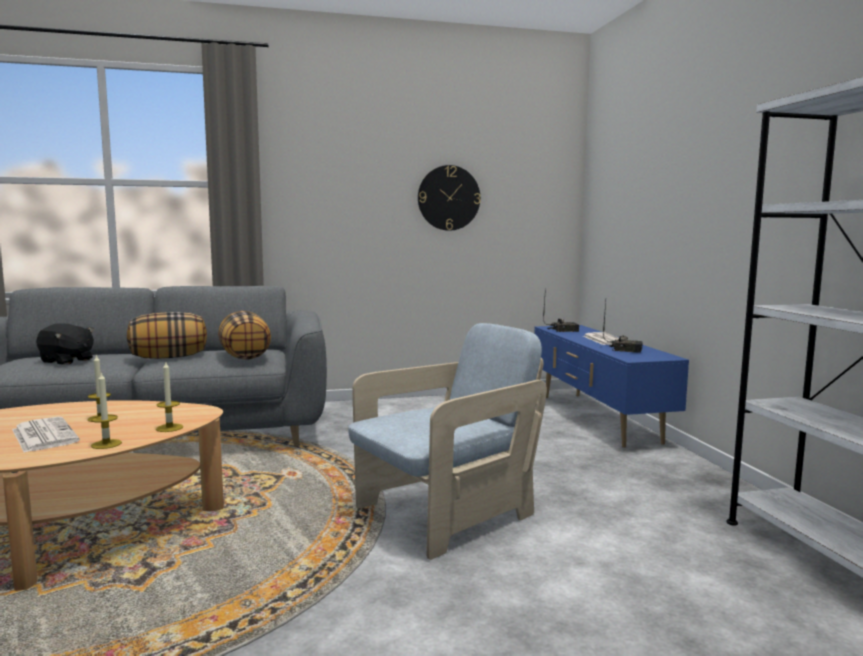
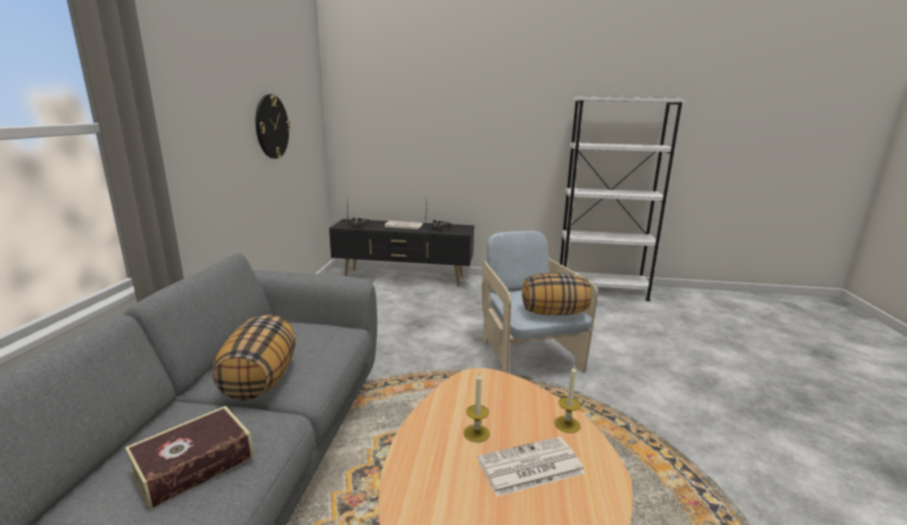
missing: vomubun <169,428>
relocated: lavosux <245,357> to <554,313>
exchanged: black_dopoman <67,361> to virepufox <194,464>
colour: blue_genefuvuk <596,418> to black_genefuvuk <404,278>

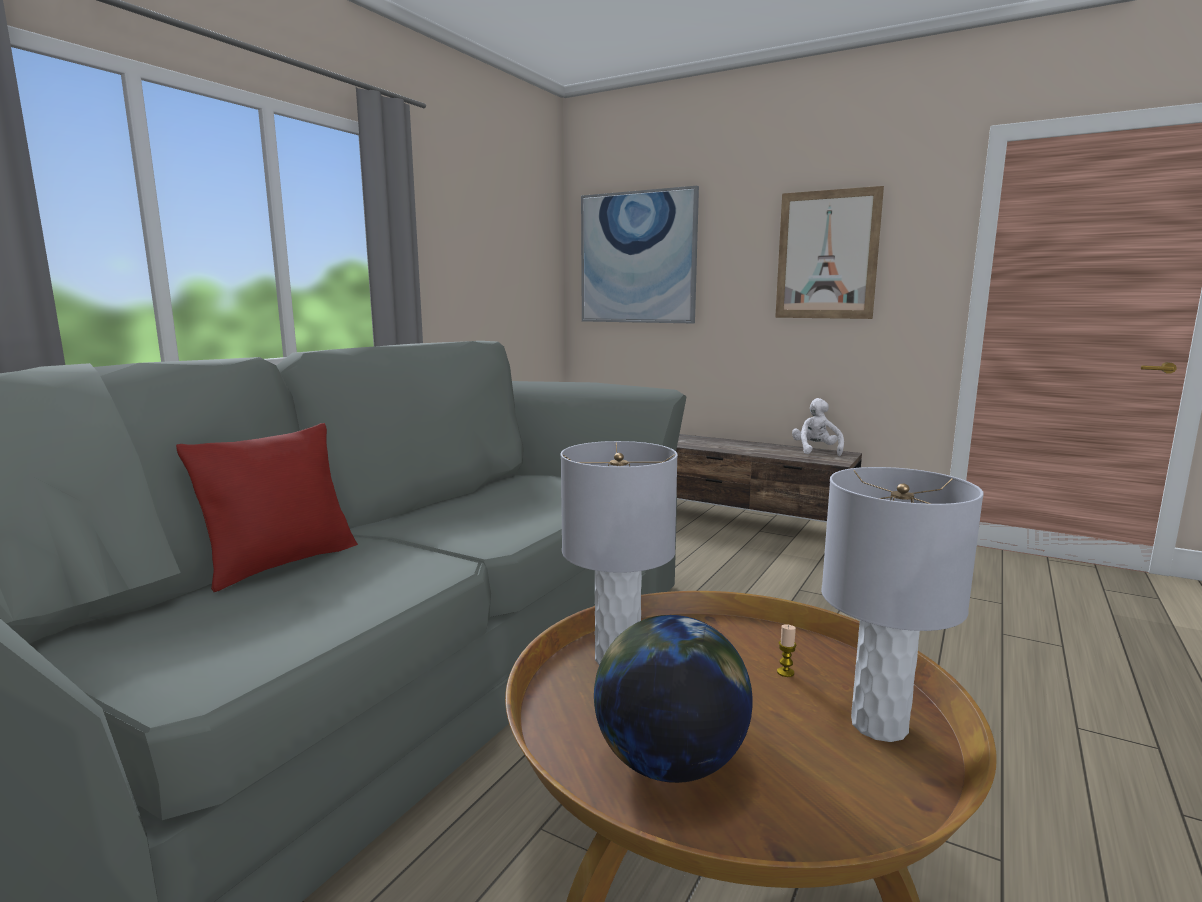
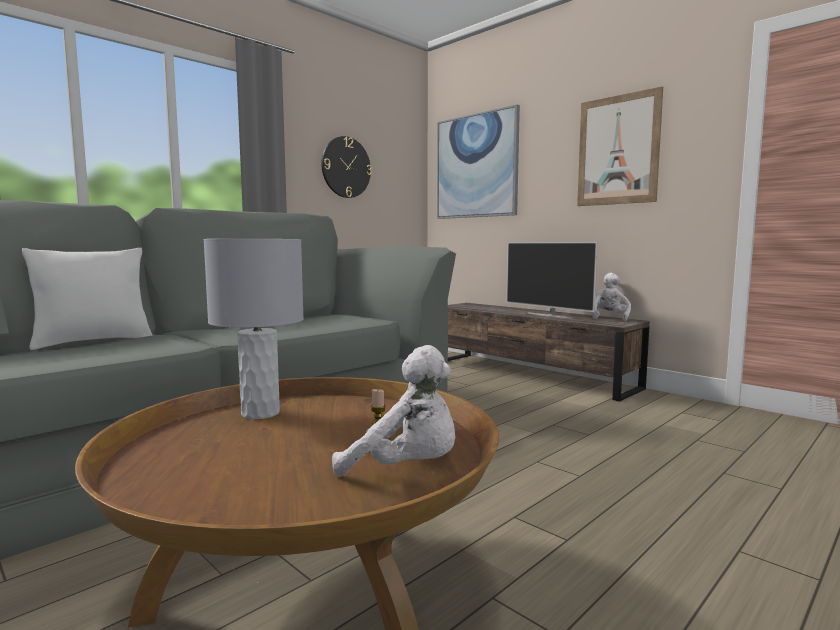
missing: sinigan <669,763>
appeared: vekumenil <346,167>; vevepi <549,315>
exchanged: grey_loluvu <880,726> to white_dopoman <407,469>
colour: red_lavosux <282,564> to white_lavosux <93,342>

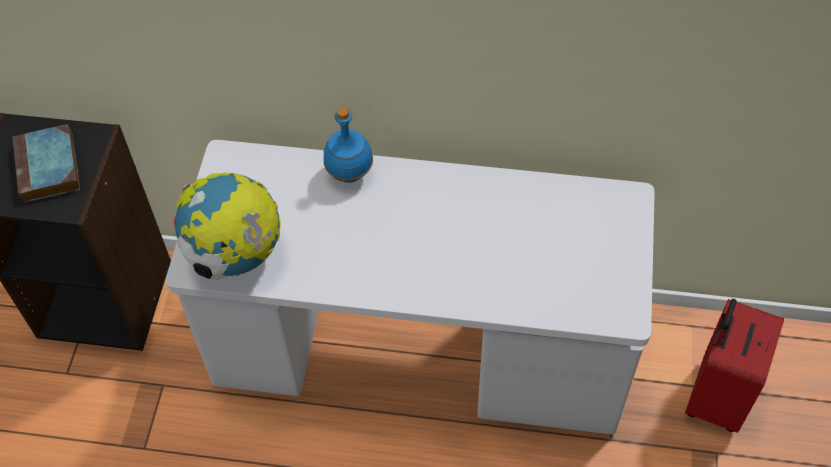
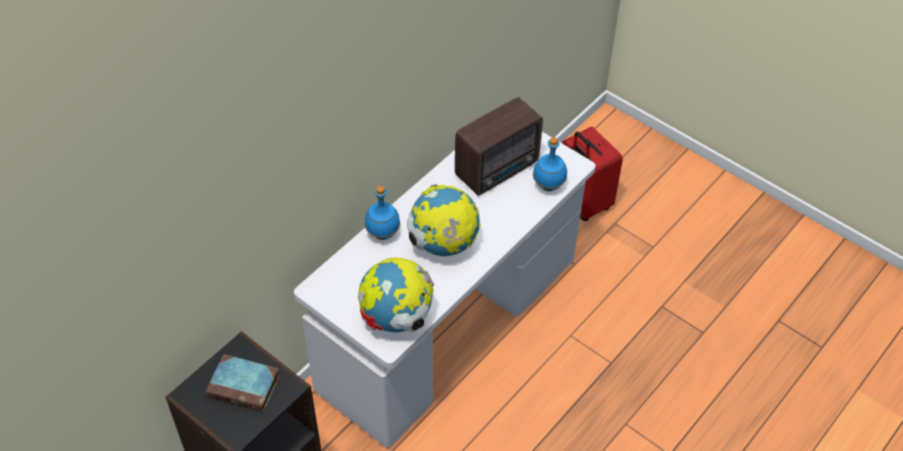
appeared: sinigan <443,244>; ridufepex <499,169>; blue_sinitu <548,186>

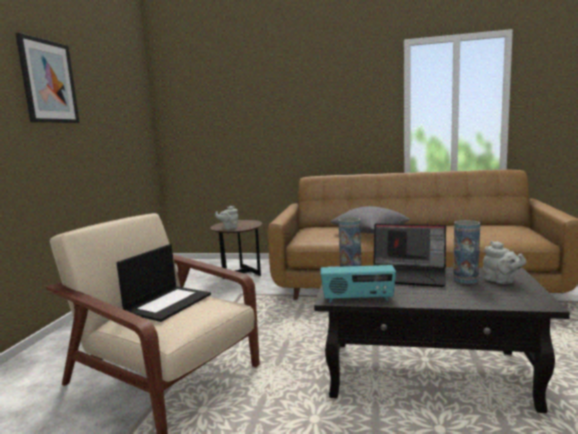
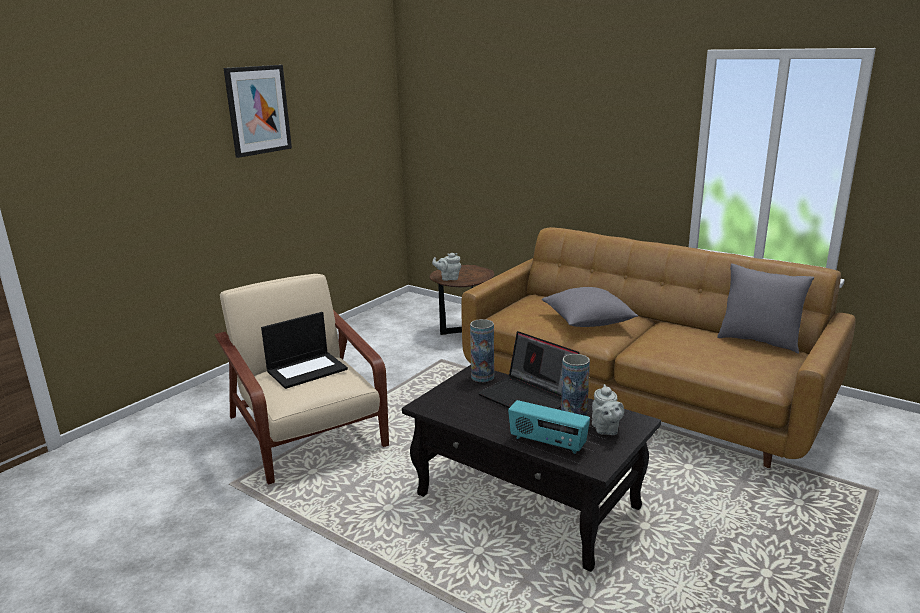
appeared: grey_lavosux <758,341>
relocated: ridufepex <358,299> to <547,443>

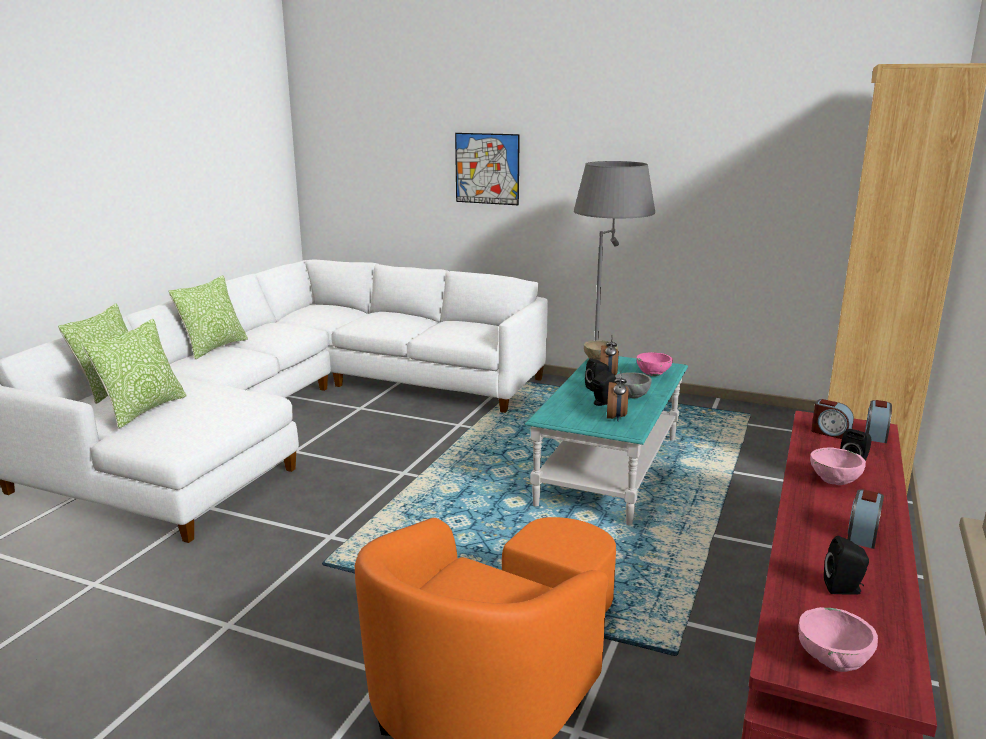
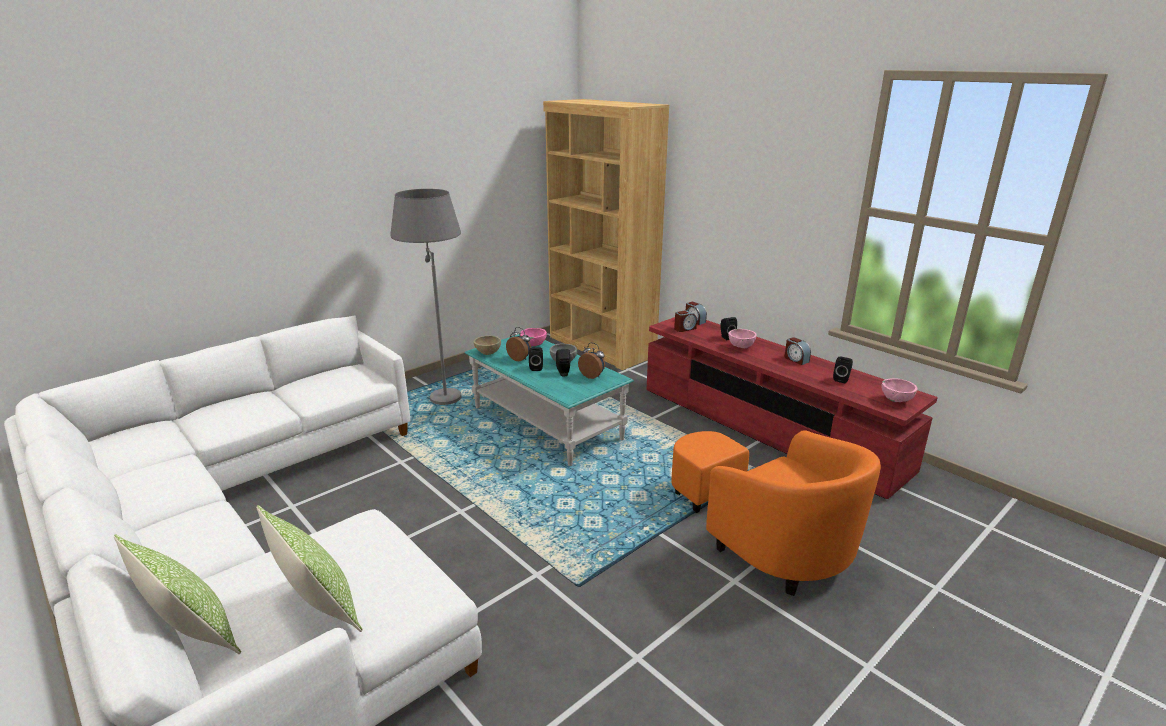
missing: lavosux <214,347>; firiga <487,168>

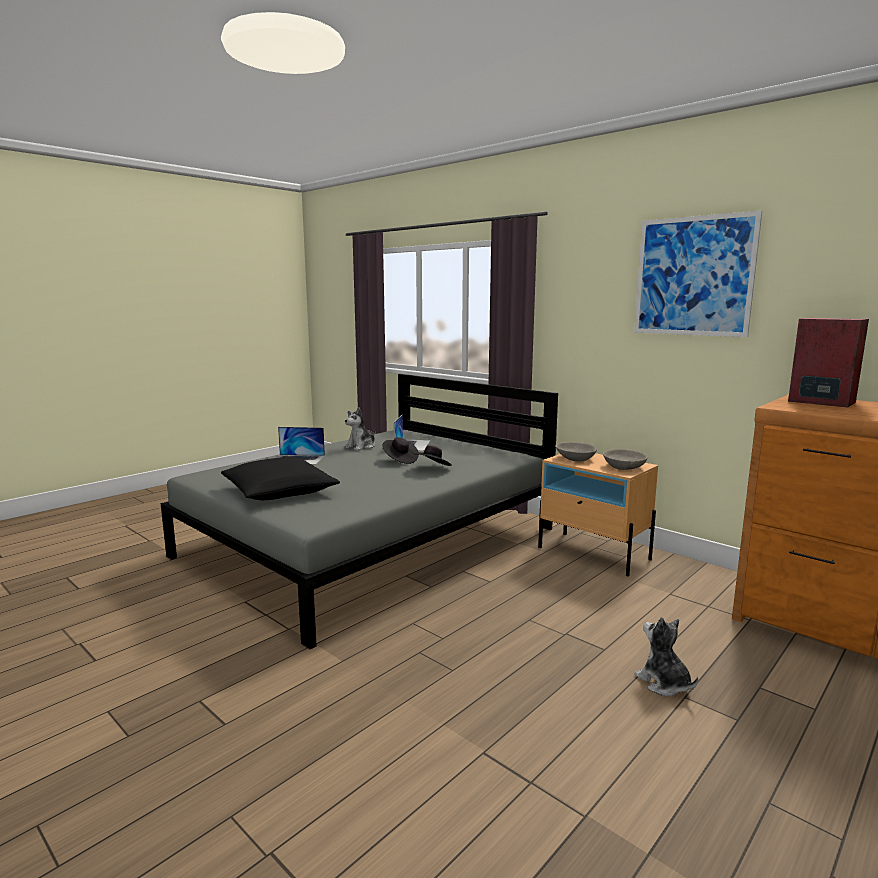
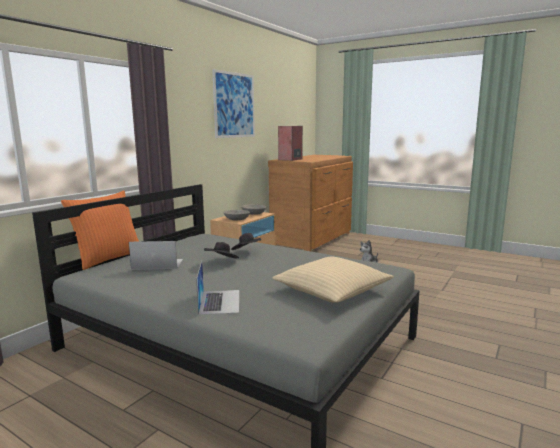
missing: dopoman <361,446>
appeared: orange_lavosux <108,258>
colour: black_lavosux <279,491> to beige_lavosux <332,290>

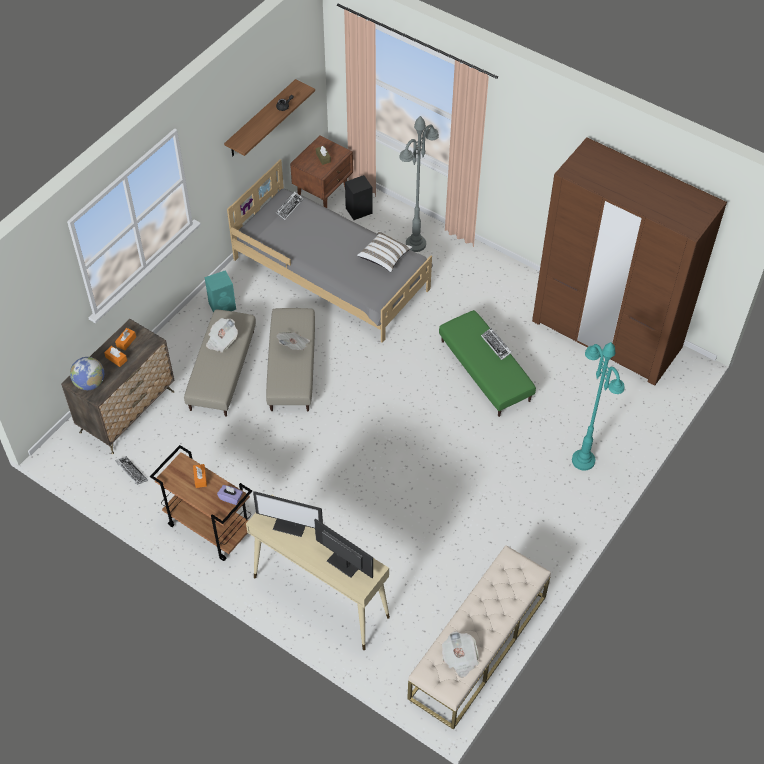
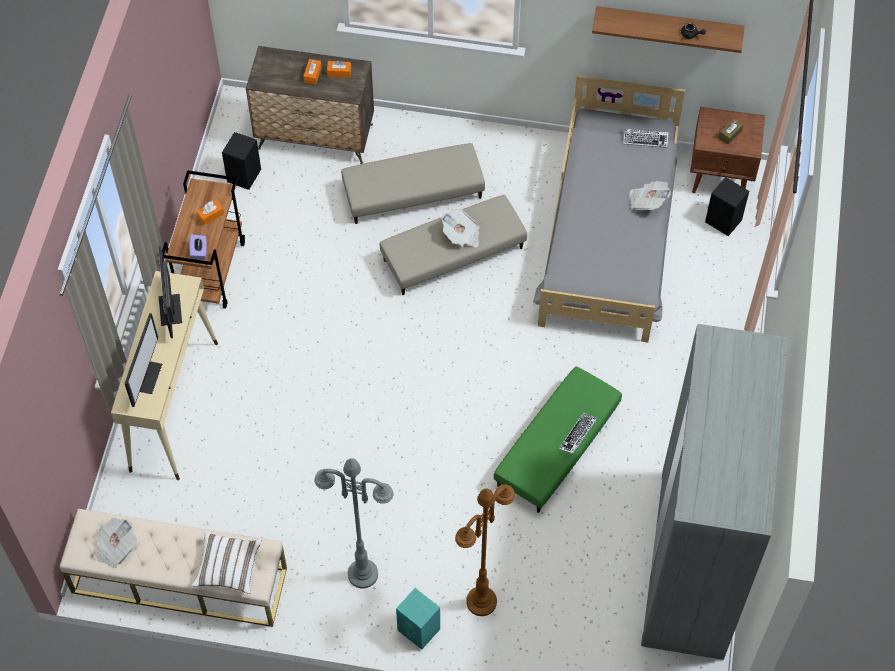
missing: sinigan <90,383>
relocated: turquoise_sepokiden <223,306> to <419,630>; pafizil <221,341> to <647,201>; white_lavosux <384,257> to <228,567>; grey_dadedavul <415,244> to <362,574>
exchanged: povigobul <131,472> to black_sepokiden <244,175>
colour: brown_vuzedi <606,334> to grey_vuzedi <692,562>; turquoise_dadedavul <583,461> to brown_dadedavul <481,602>

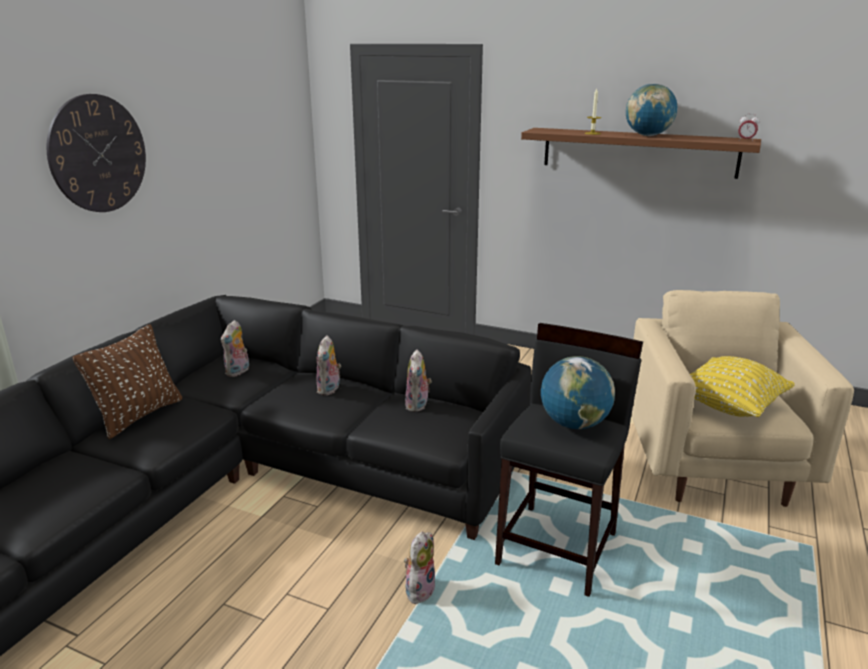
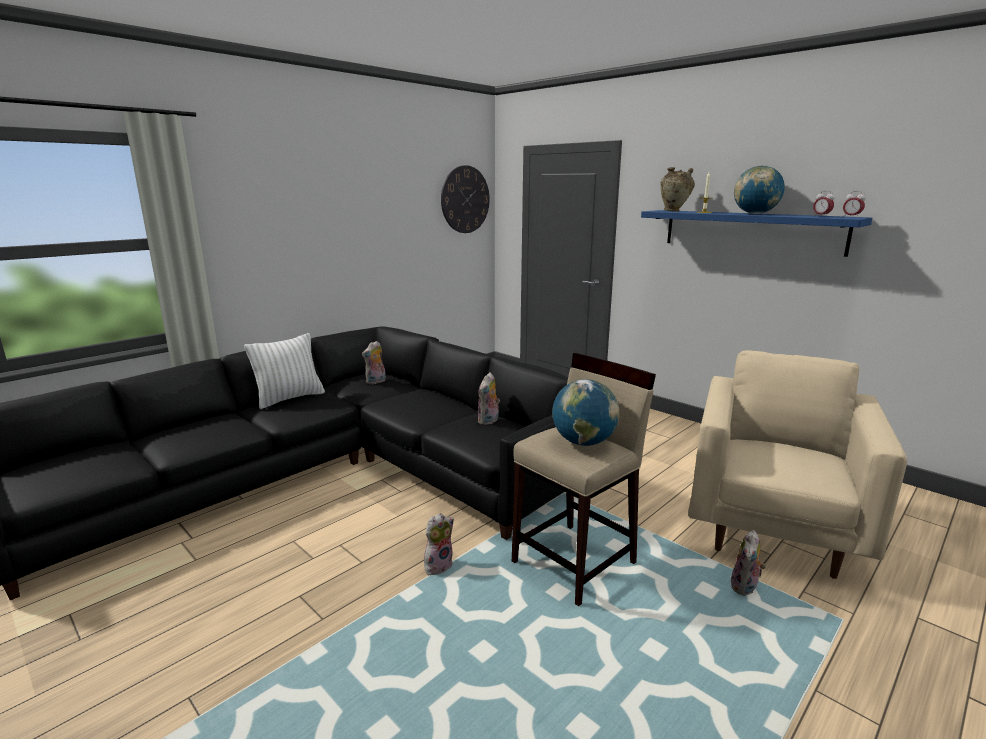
missing: yellow_lavosux <729,406>
appeared: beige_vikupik <674,211>; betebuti <821,216>
relocated: vekumenil <98,154> to <465,199>; dopoman <329,390> to <745,588>
colour: brown_lavosux <139,415> to white_lavosux <289,398>; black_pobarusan <558,549> to beige_pobarusan <575,563>; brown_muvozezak <638,152> to blue_muvozezak <750,231>

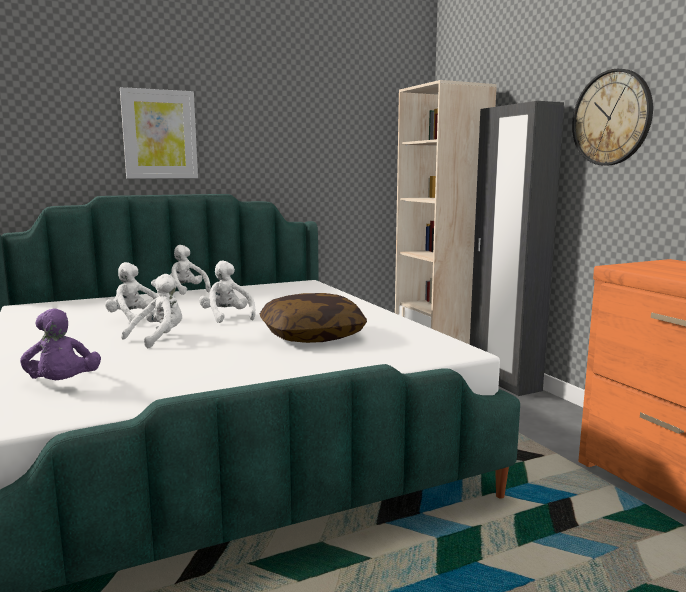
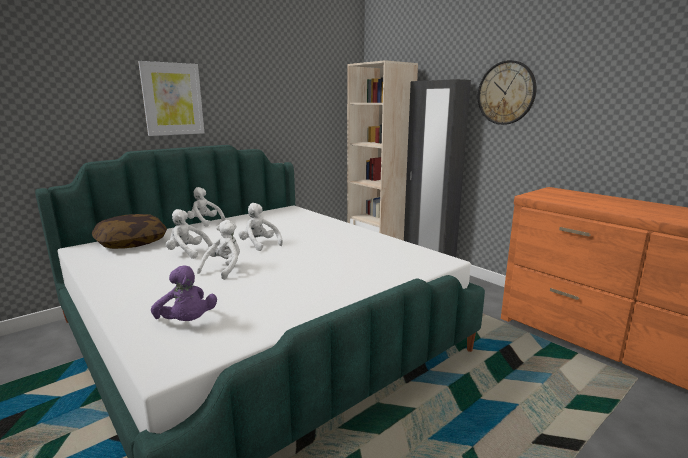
relocated: lavosux <312,335> to <131,242>

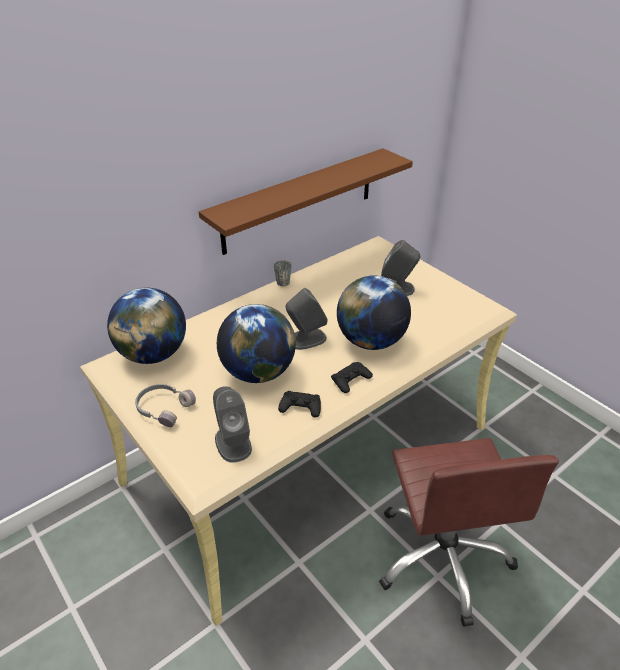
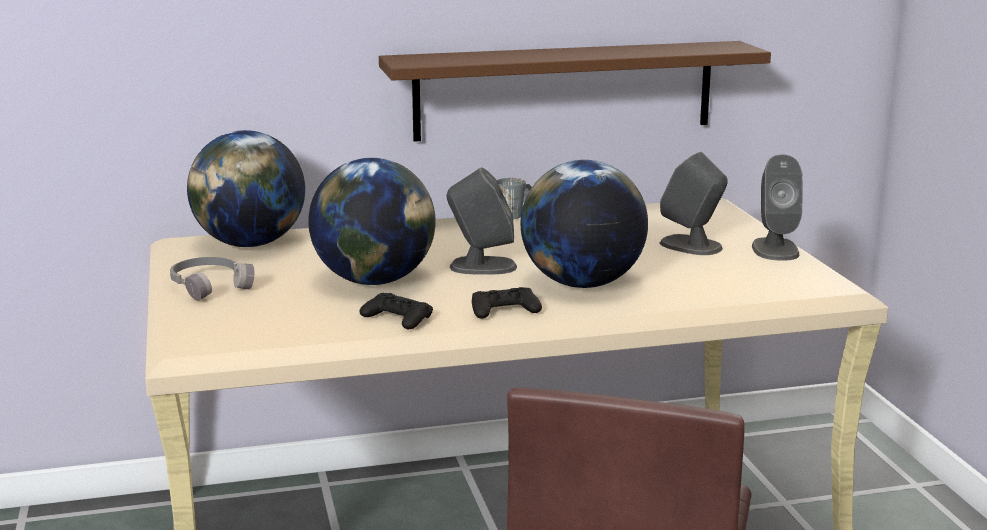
relocated: grey_sepokiden <233,443> to <775,249>

